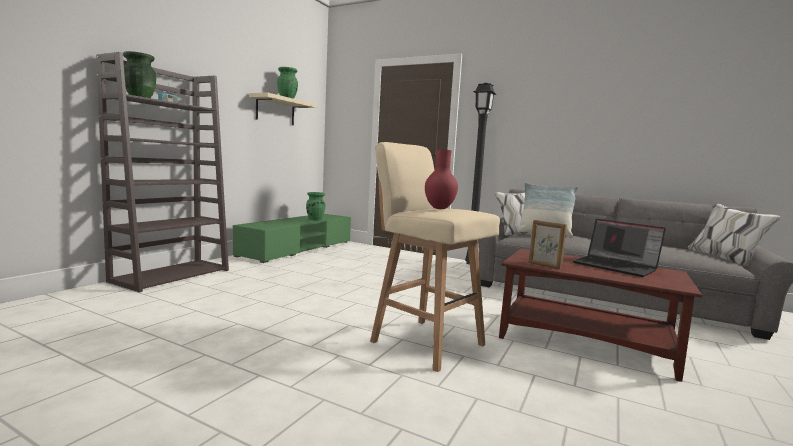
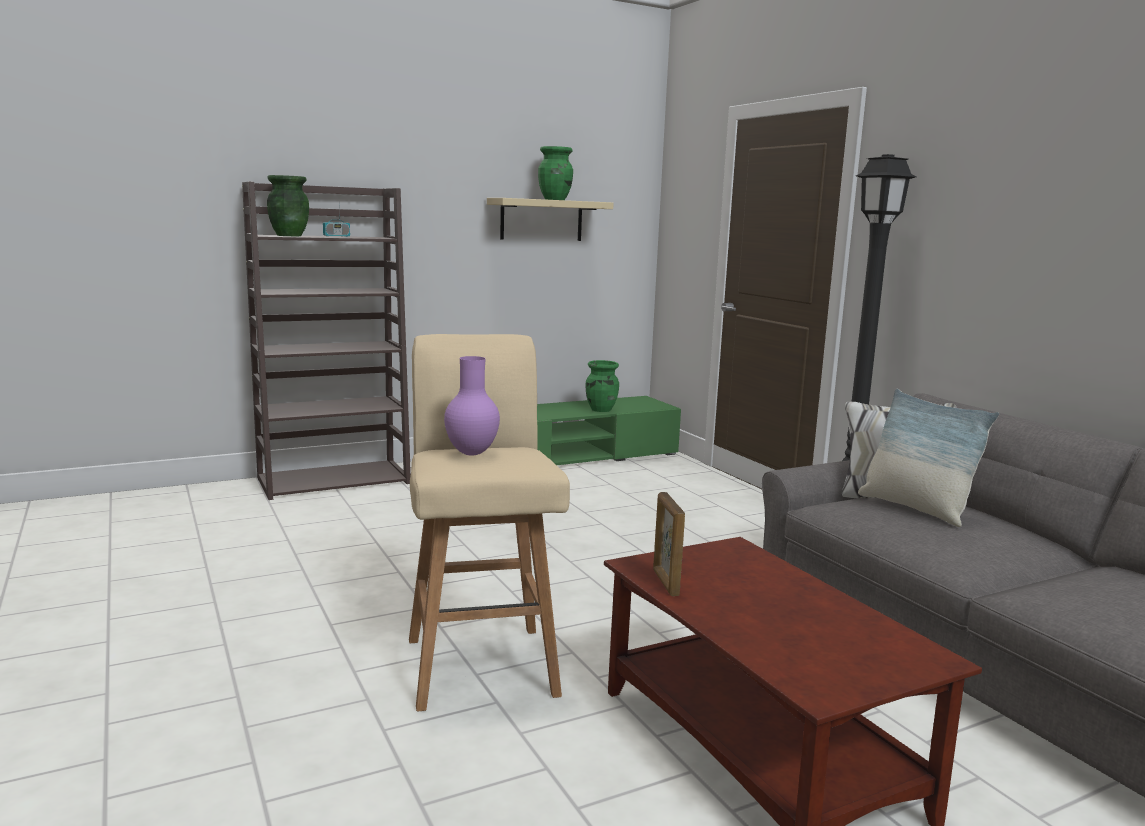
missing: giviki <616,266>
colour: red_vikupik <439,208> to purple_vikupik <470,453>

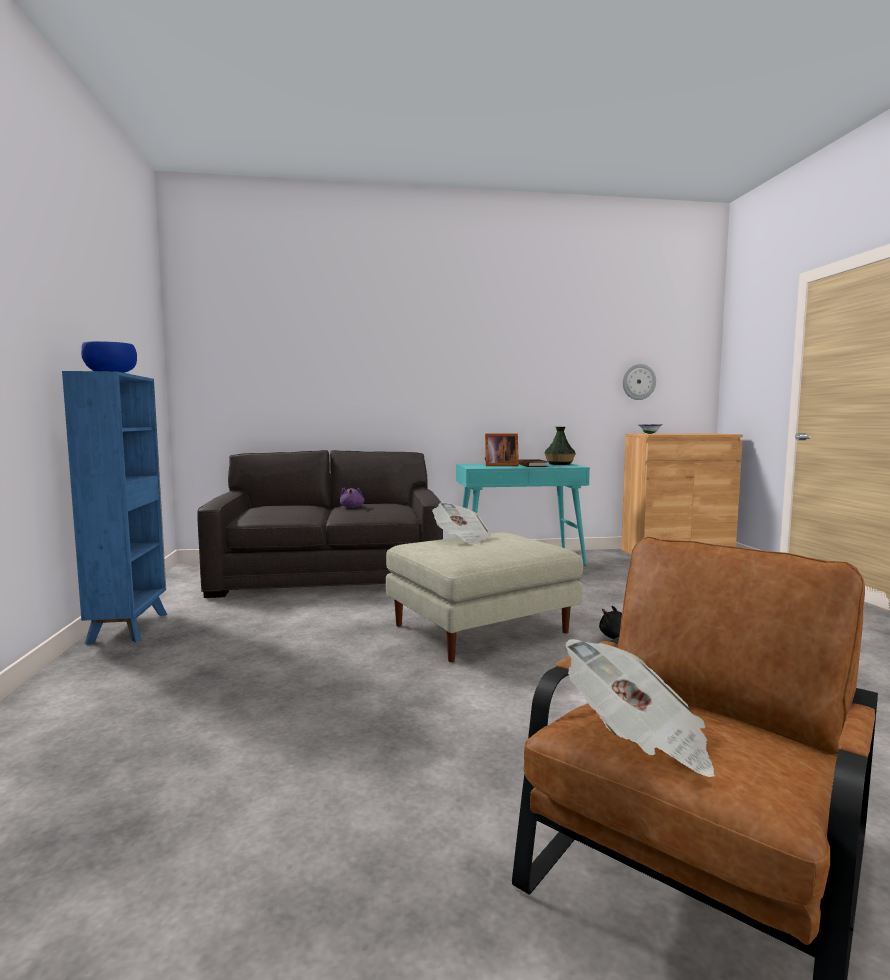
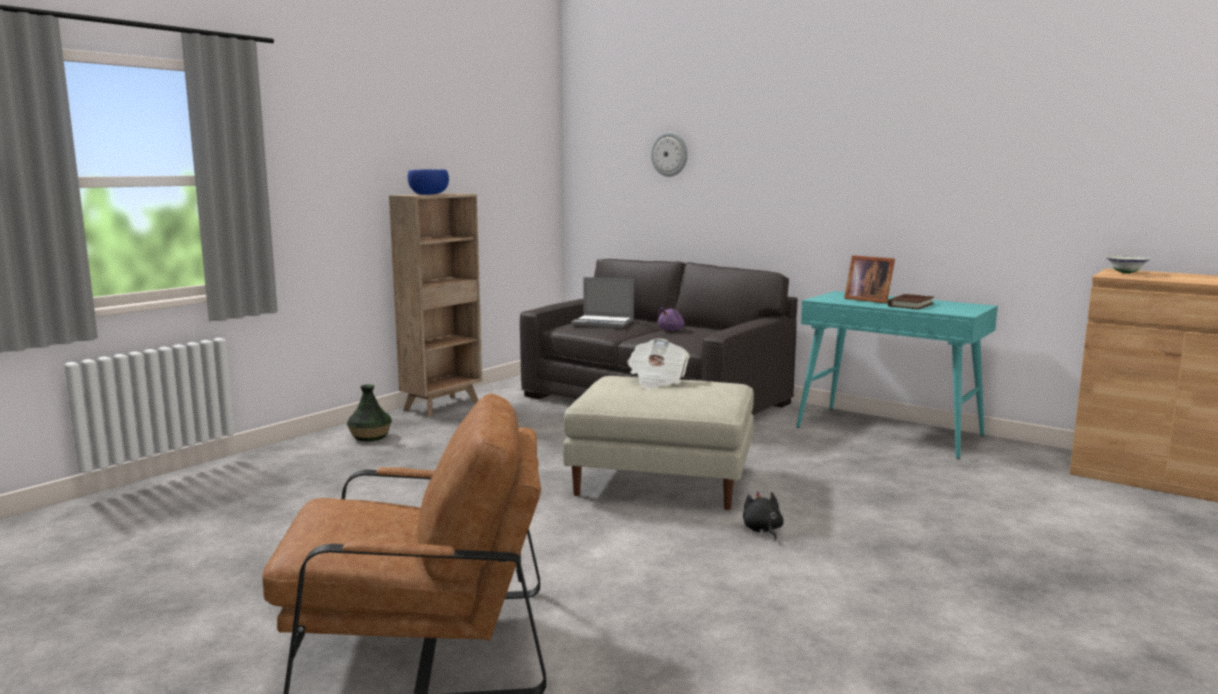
missing: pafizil <638,740>
appeared: giviki <604,323>
relocated: vikupik <559,464> to <370,436>; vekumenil <638,382> to <669,154>
colour: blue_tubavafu <130,627> to brown_tubavafu <443,406>

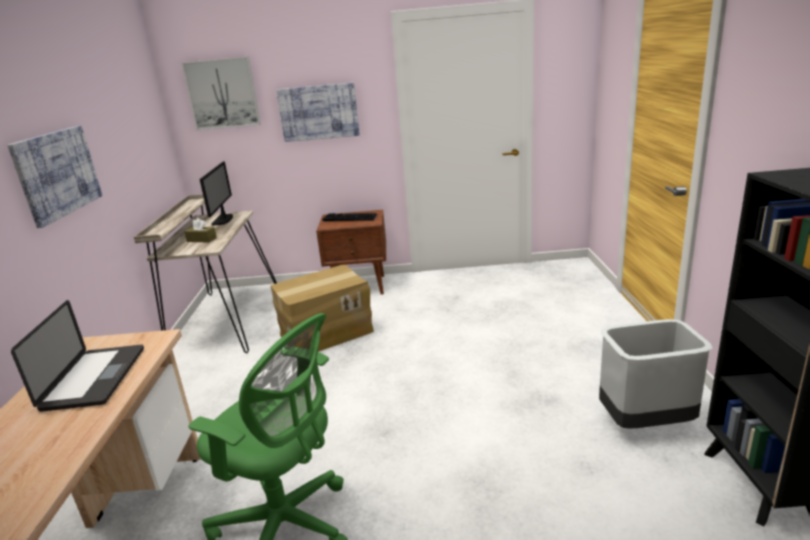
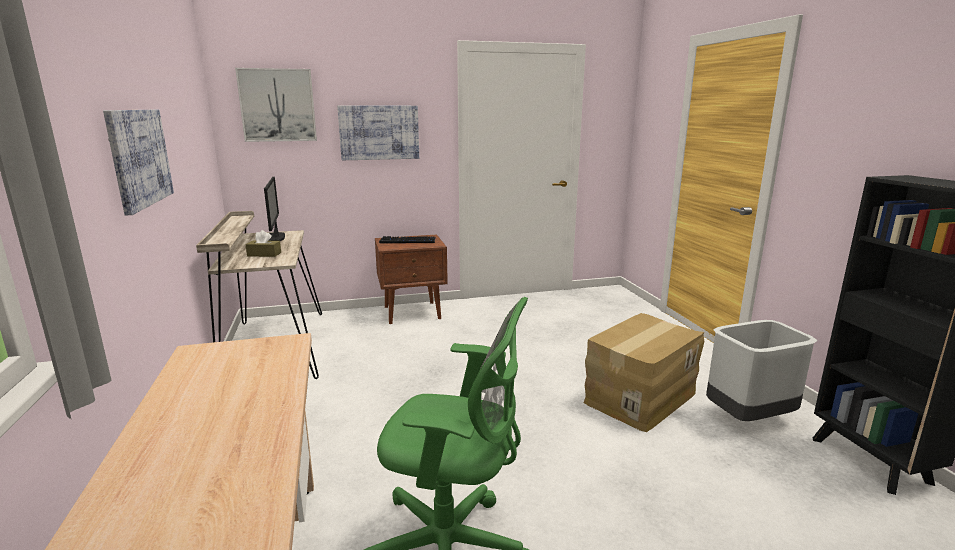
missing: giviki <95,378>
relocated: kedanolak <326,332> to <639,397>

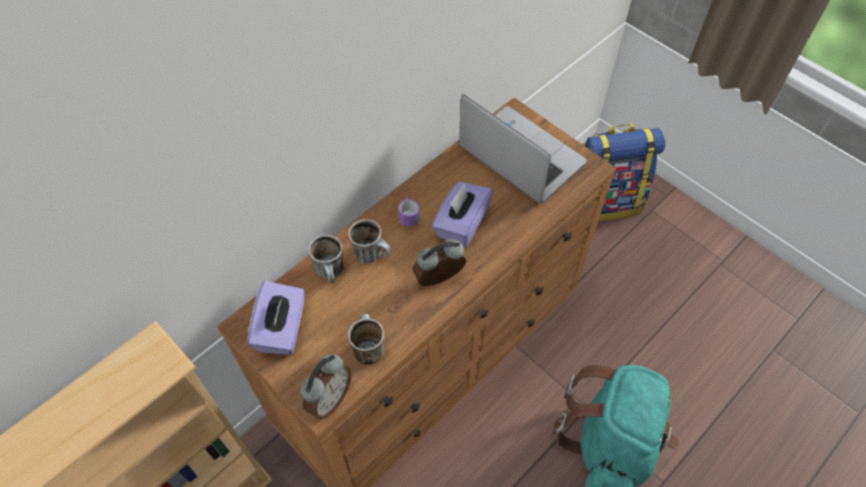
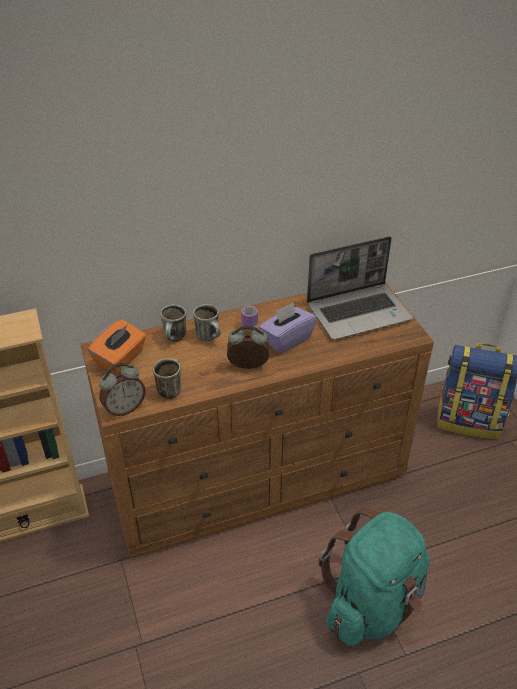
colour: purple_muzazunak <282,329> to orange_muzazunak <120,359>
spun: giviki <519,156> = <359,312> 90 degrees clockwise

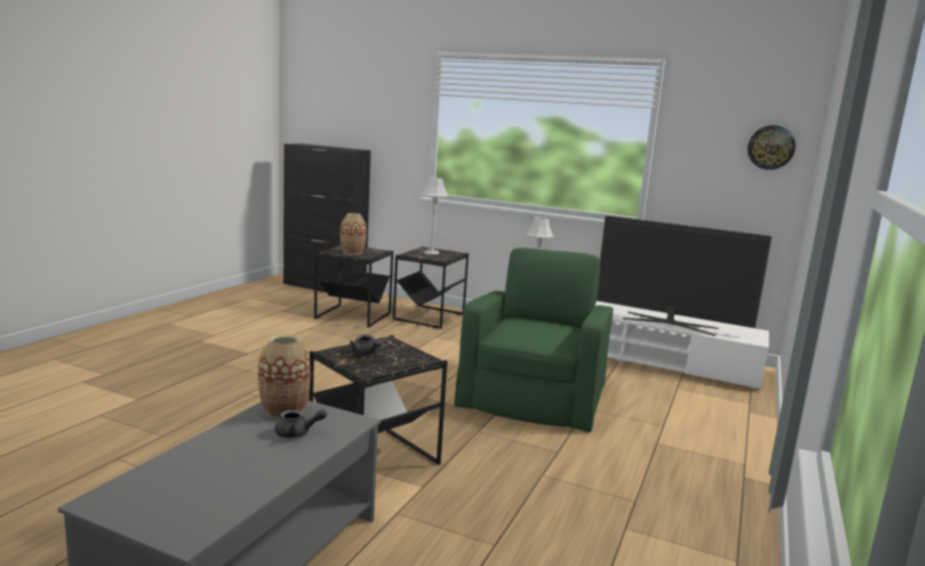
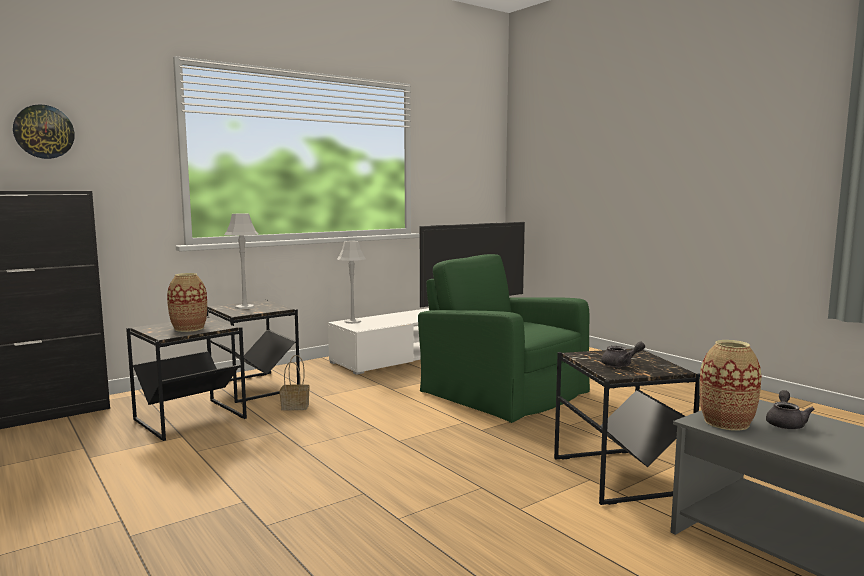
appeared: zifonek <296,406>
relocated: vekumenil <771,147> to <44,132>

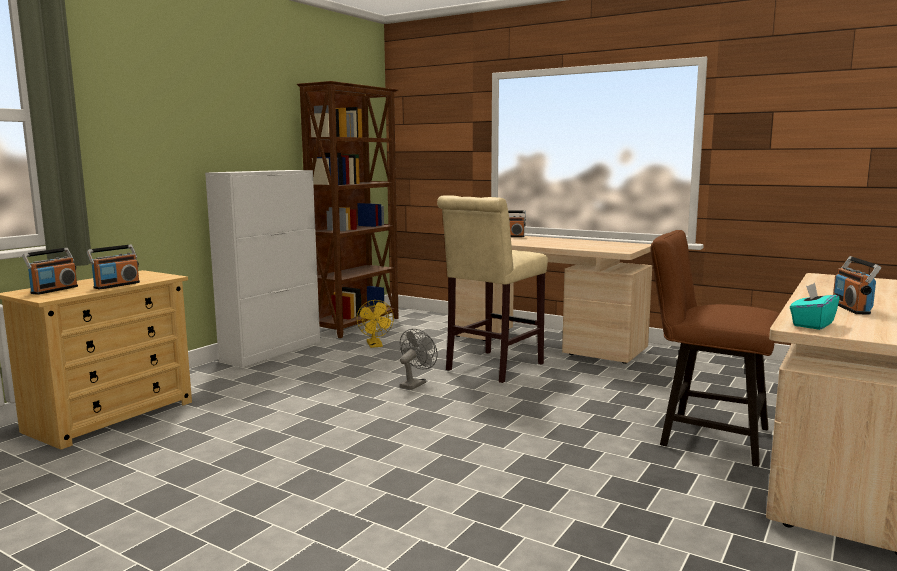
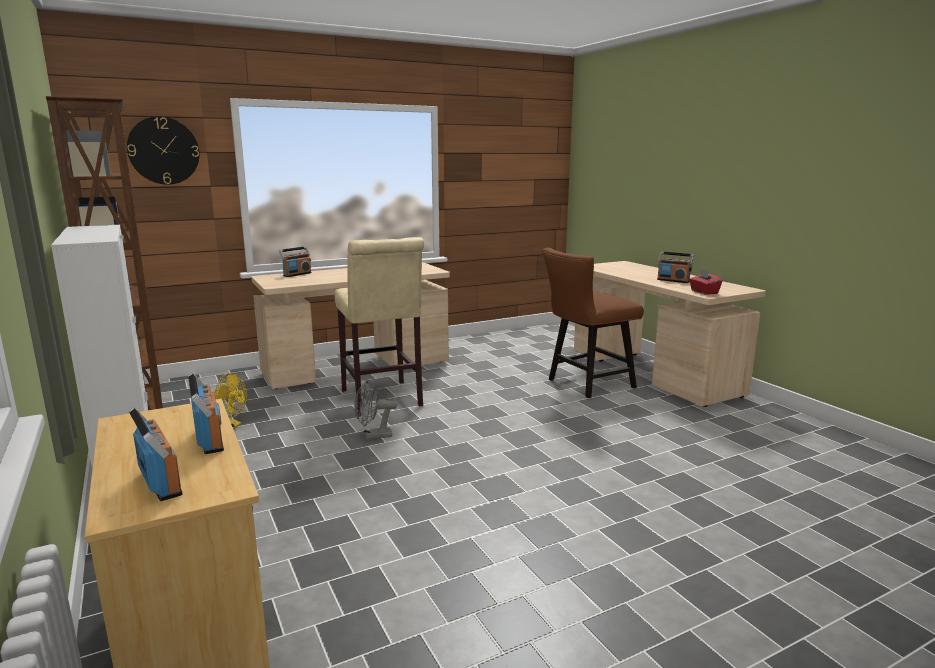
appeared: vekumenil <163,150>
colour: turquoise_muzazunak <812,324> to red_muzazunak <703,292>
spun: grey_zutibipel <415,384> = <373,436> 75 degrees counterclockwise

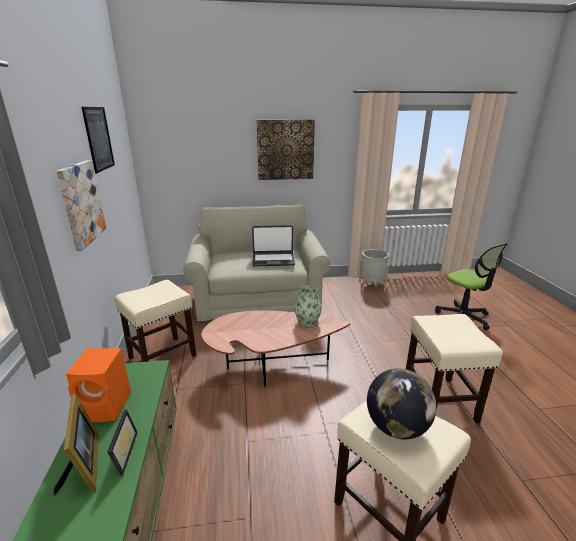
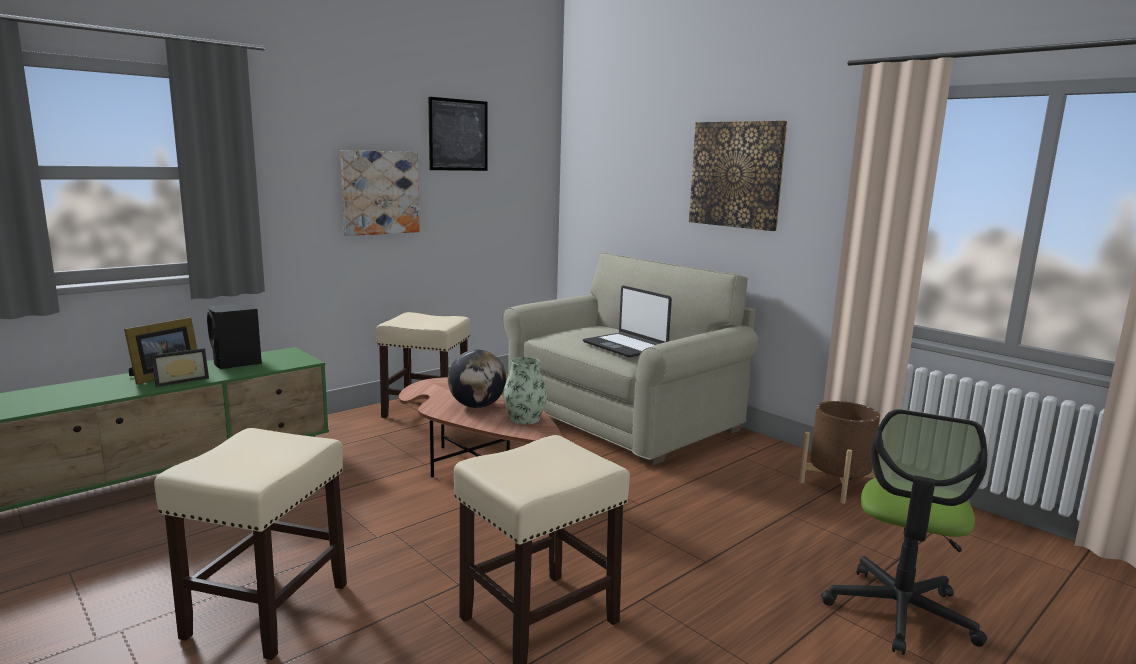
relocated: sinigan <396,427> to <477,406>
colour: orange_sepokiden <108,407> to black_sepokiden <237,363>; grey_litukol <371,286> to brown_litukol <837,486>

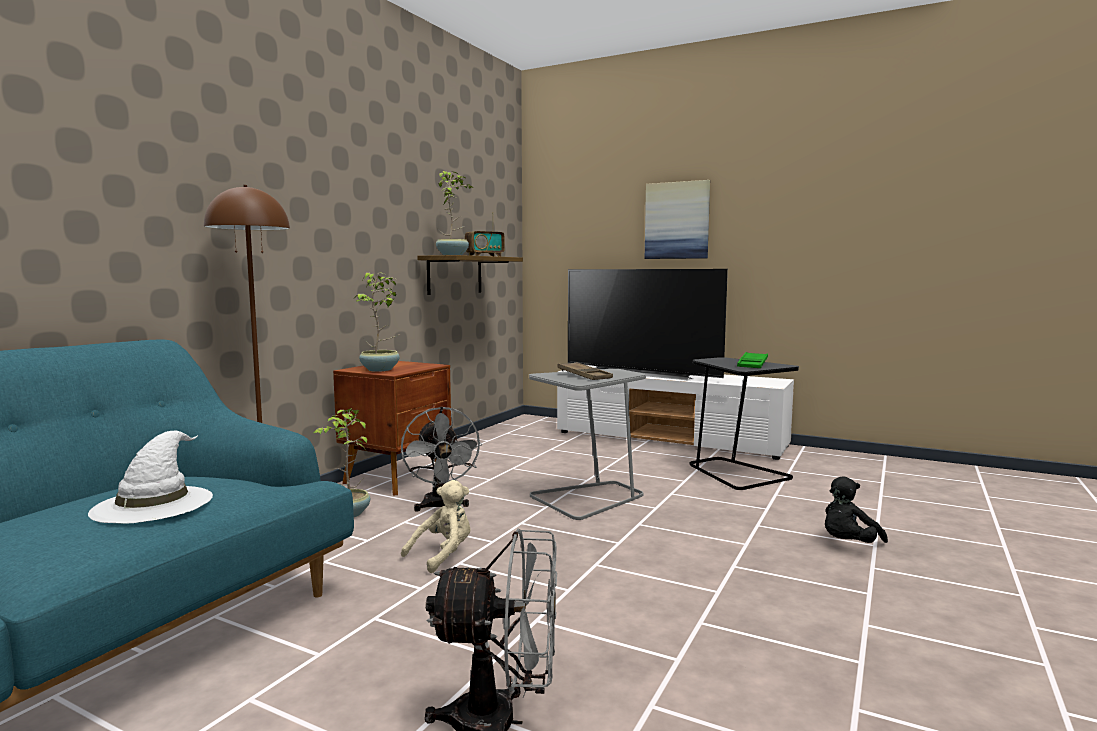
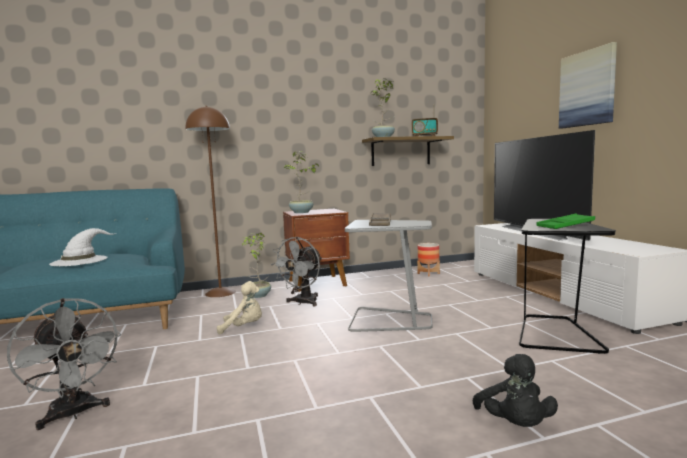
appeared: litukol <428,273>
spun: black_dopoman <848,544> = <515,425> 105 degrees counterclockwise

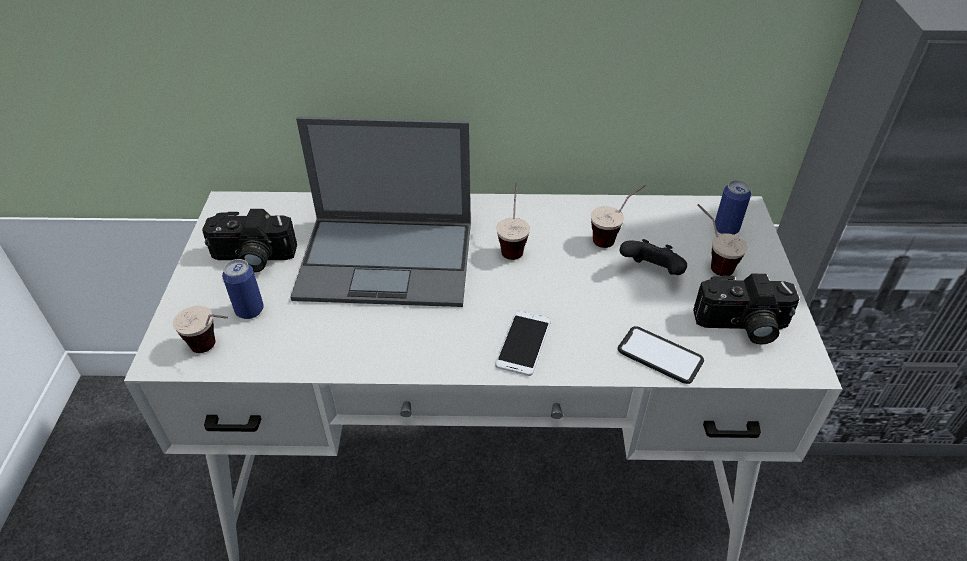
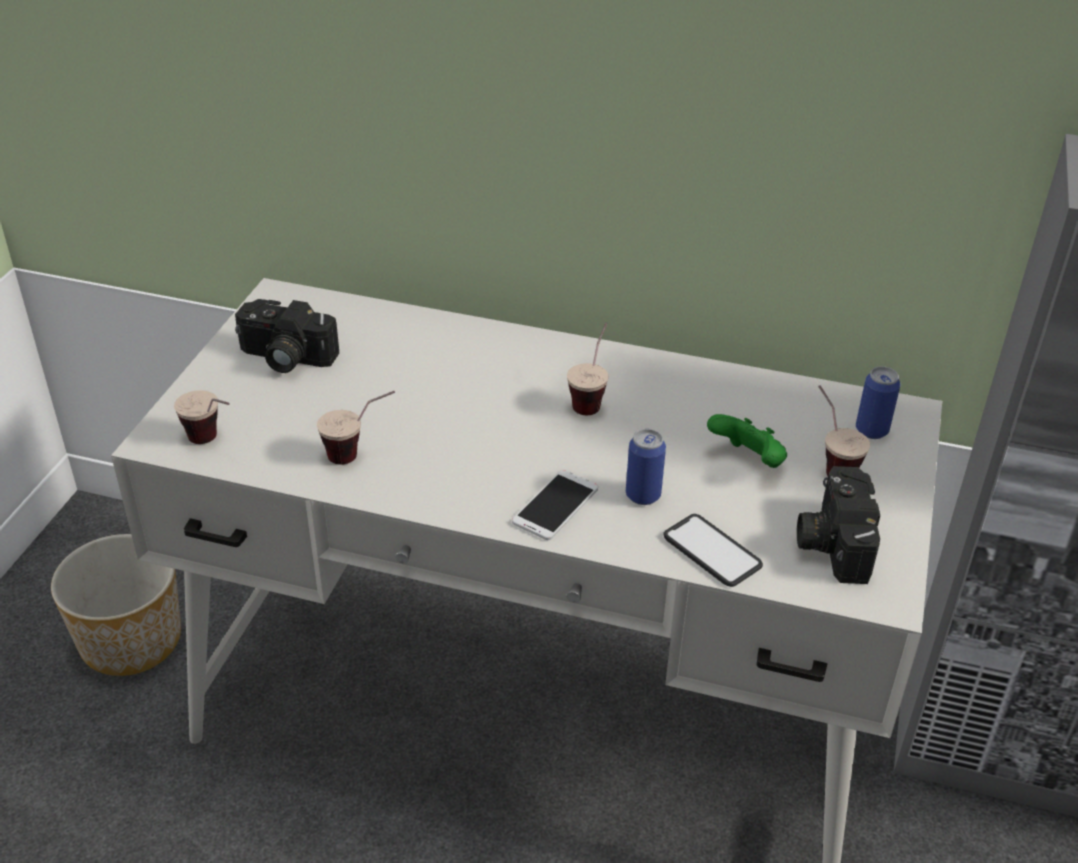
missing: giviki <388,260>
appeared: litukol <132,640>
relocated: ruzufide <249,310> to <643,495>; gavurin <614,237> to <360,453>
colour: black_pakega <651,272> to green_pakega <748,461>
spun: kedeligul <741,326> = <831,541> 75 degrees clockwise

